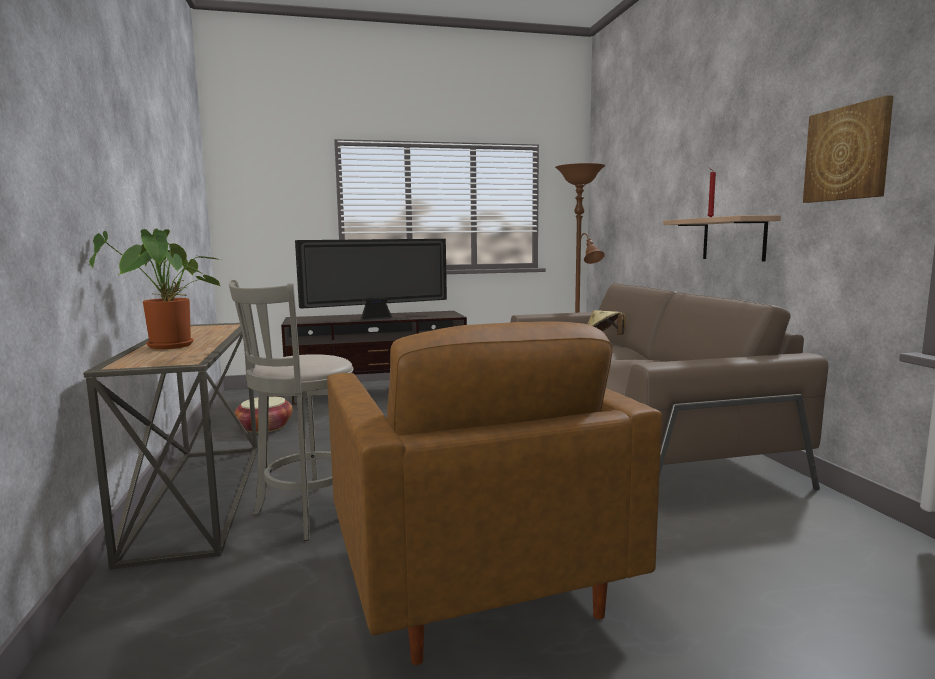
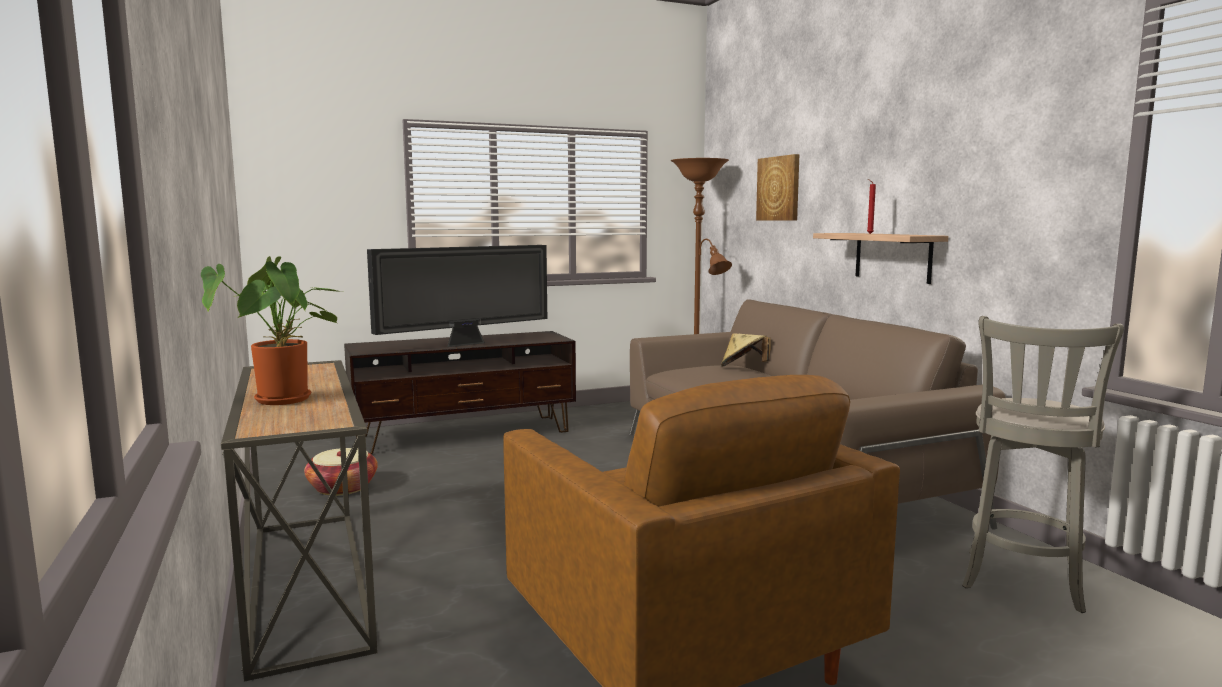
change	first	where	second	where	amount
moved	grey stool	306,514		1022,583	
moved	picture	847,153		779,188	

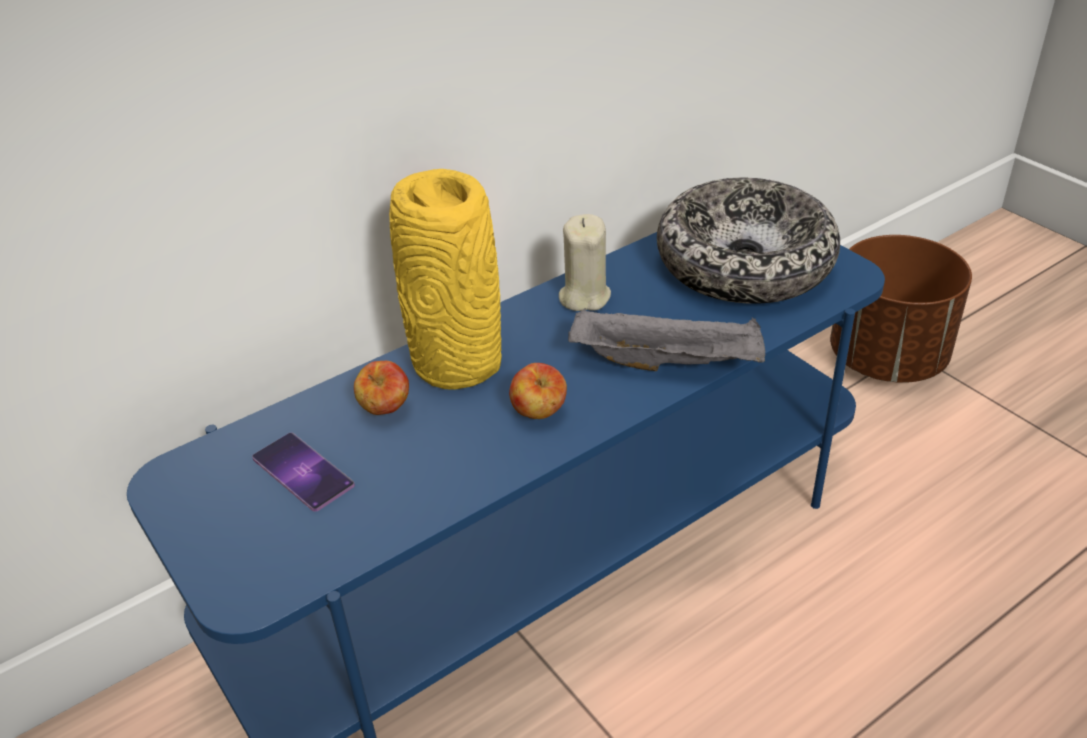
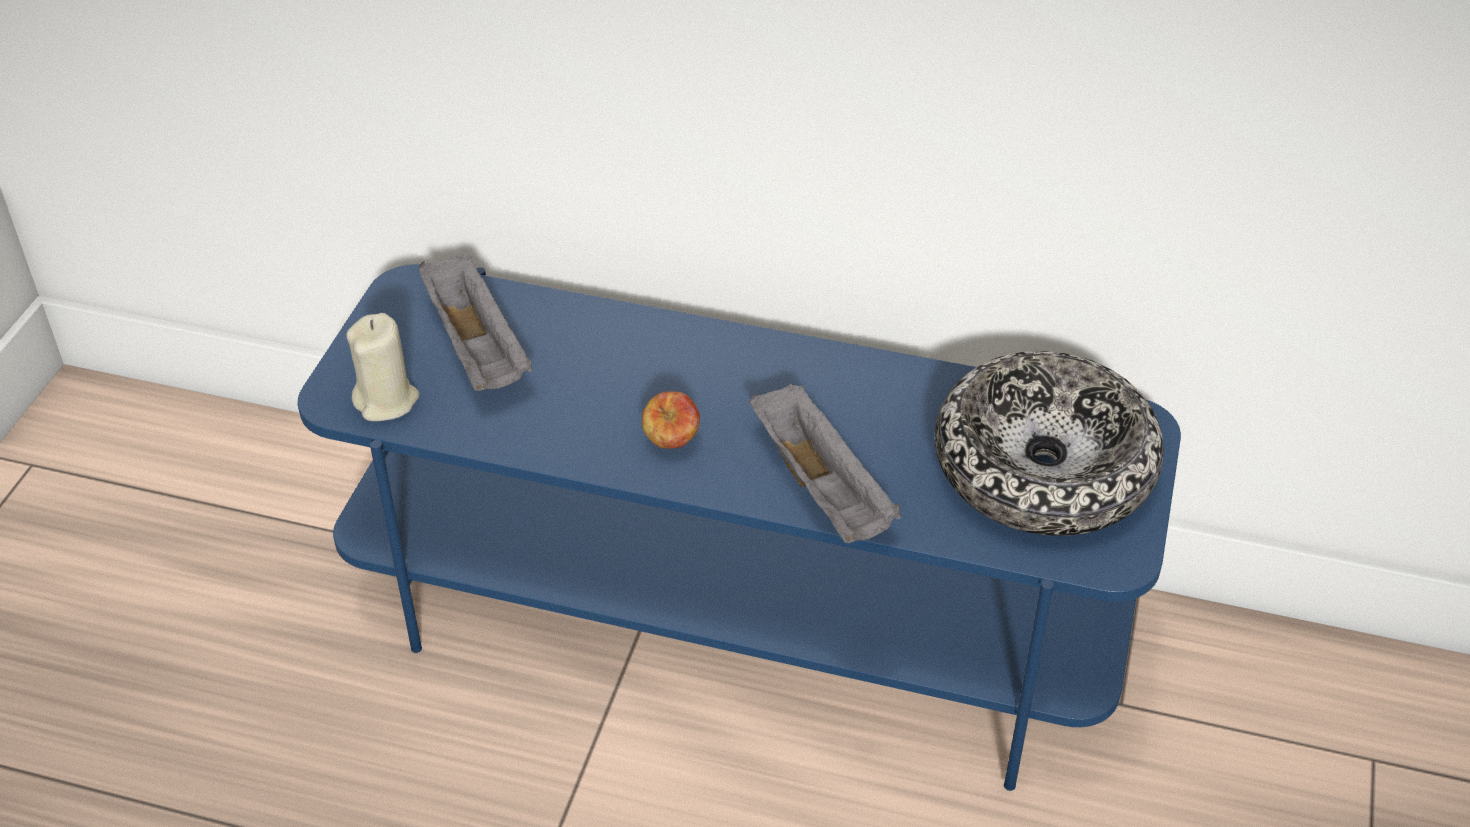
change	first	where	second	where	amount
removed	apple	385,409			
removed	yellow vase	457,365			
removed	brown planter	886,359			
moved	beige candle	584,296		387,400	
replaced	phone	303,472	grey tray	478,349	

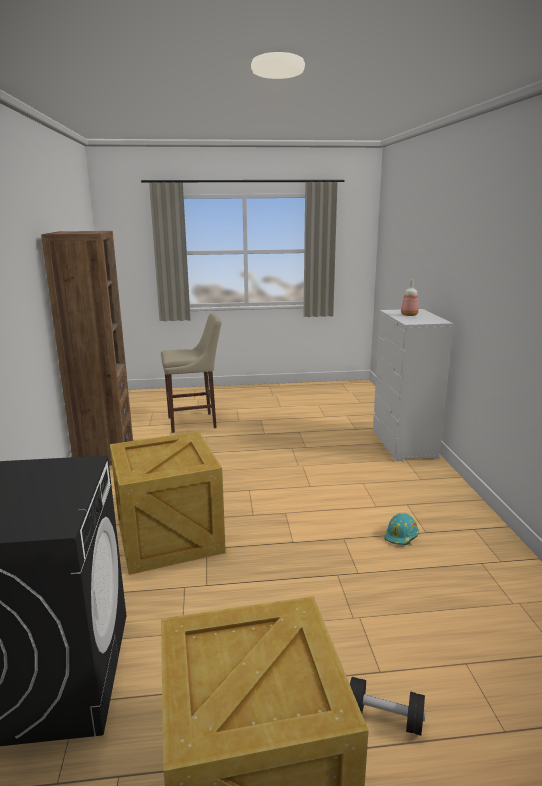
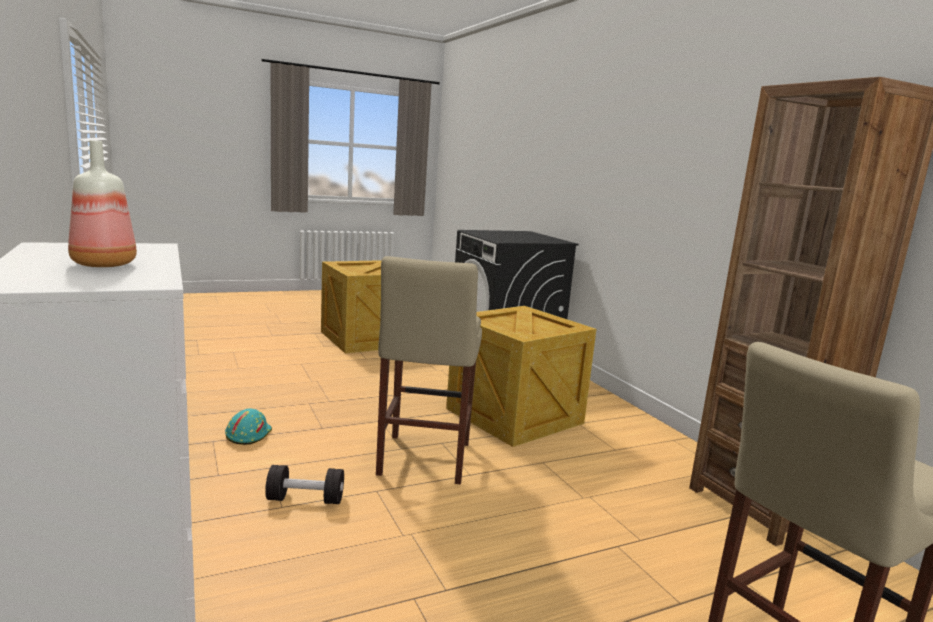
change	first	where	second	where	amount
added			beige stool	422,461	
moved	black dumbbell	384,718		305,499	

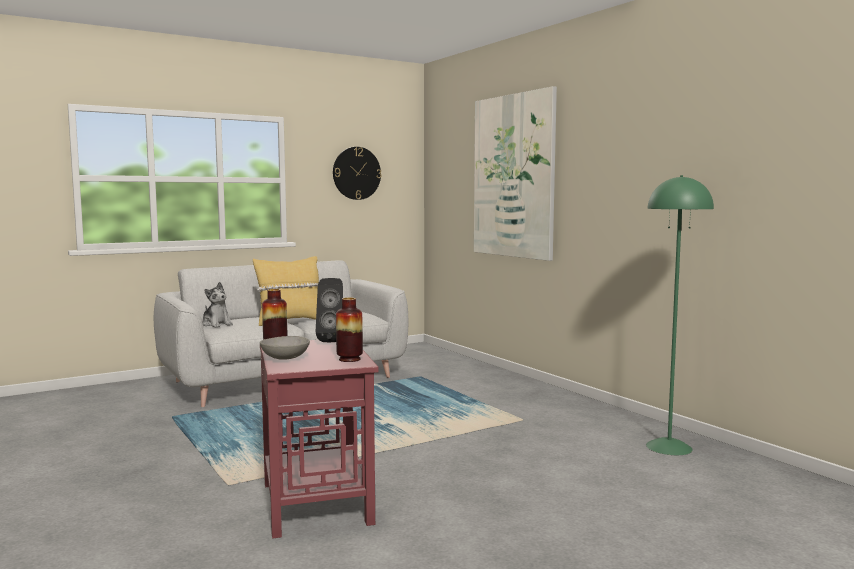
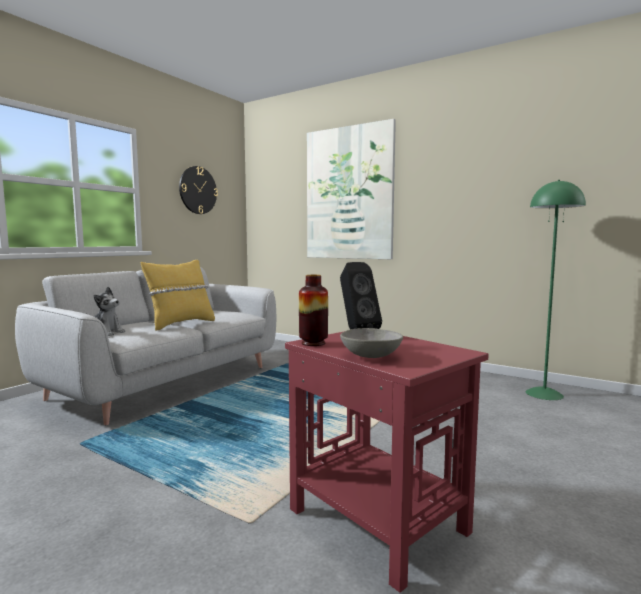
change	first	where	second	where	amount
removed	vase	349,359			

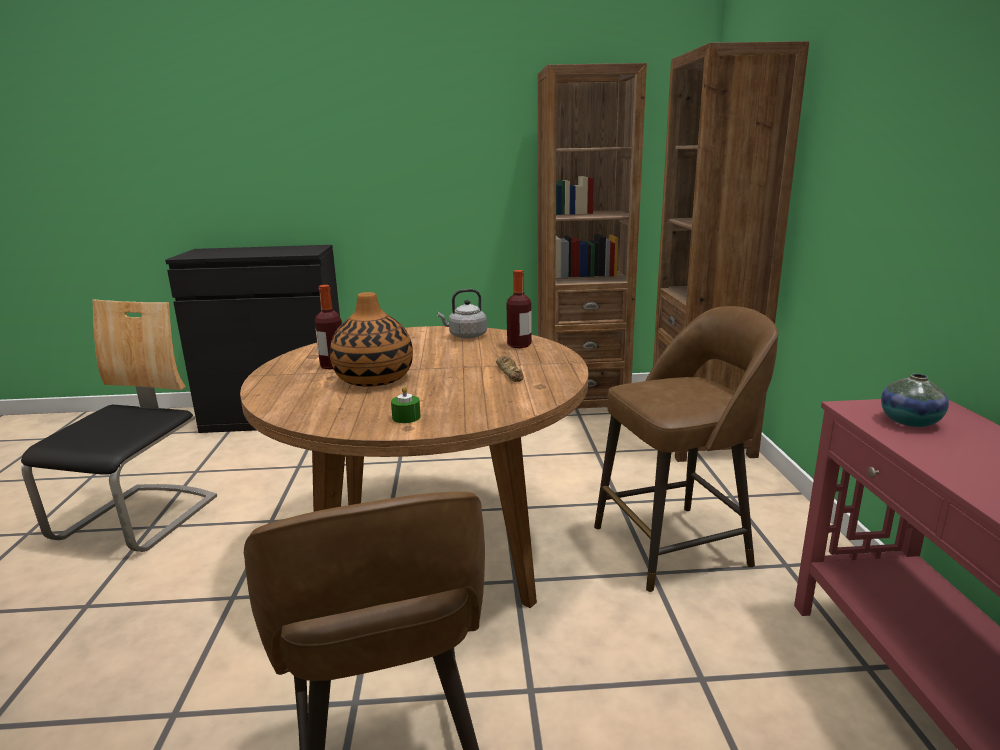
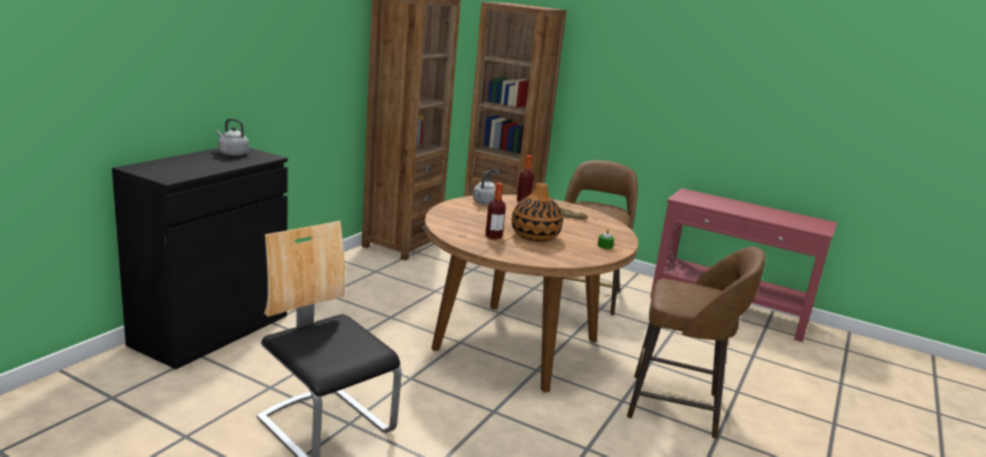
change	first	where	second	where	amount
removed	vase	909,422			
added			grey kettle	232,154	

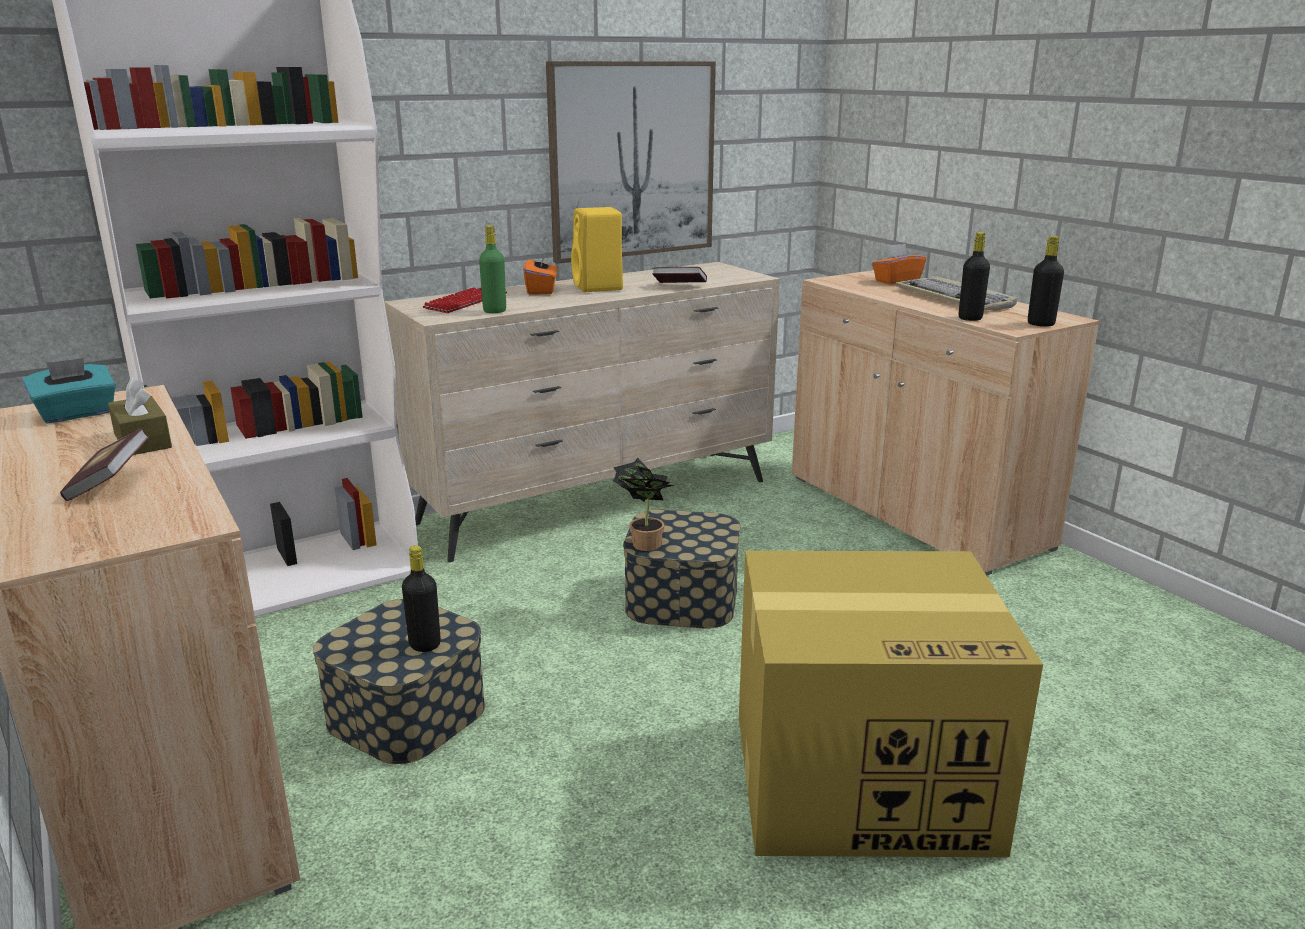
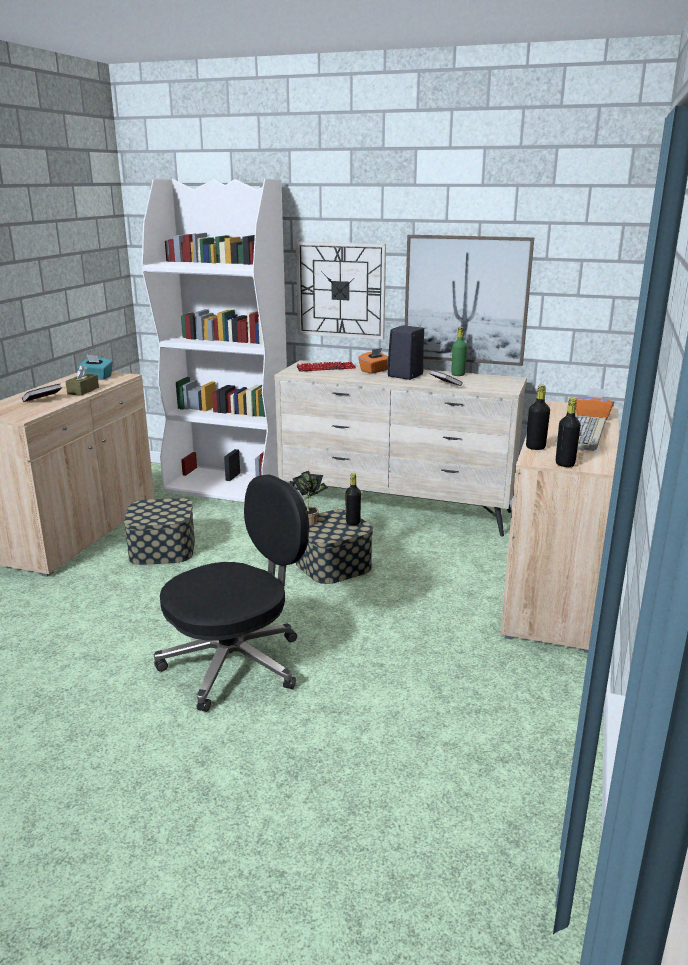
change	first	where	second	where	amount
added			wall clock	340,290	
moved	black bottle	425,644		353,522	
moved	green bottle	494,311		458,375	
replaced	cardboard box	864,779	black office chair	236,663	
recoloured	yellow speaker	599,287	black speaker	405,376	

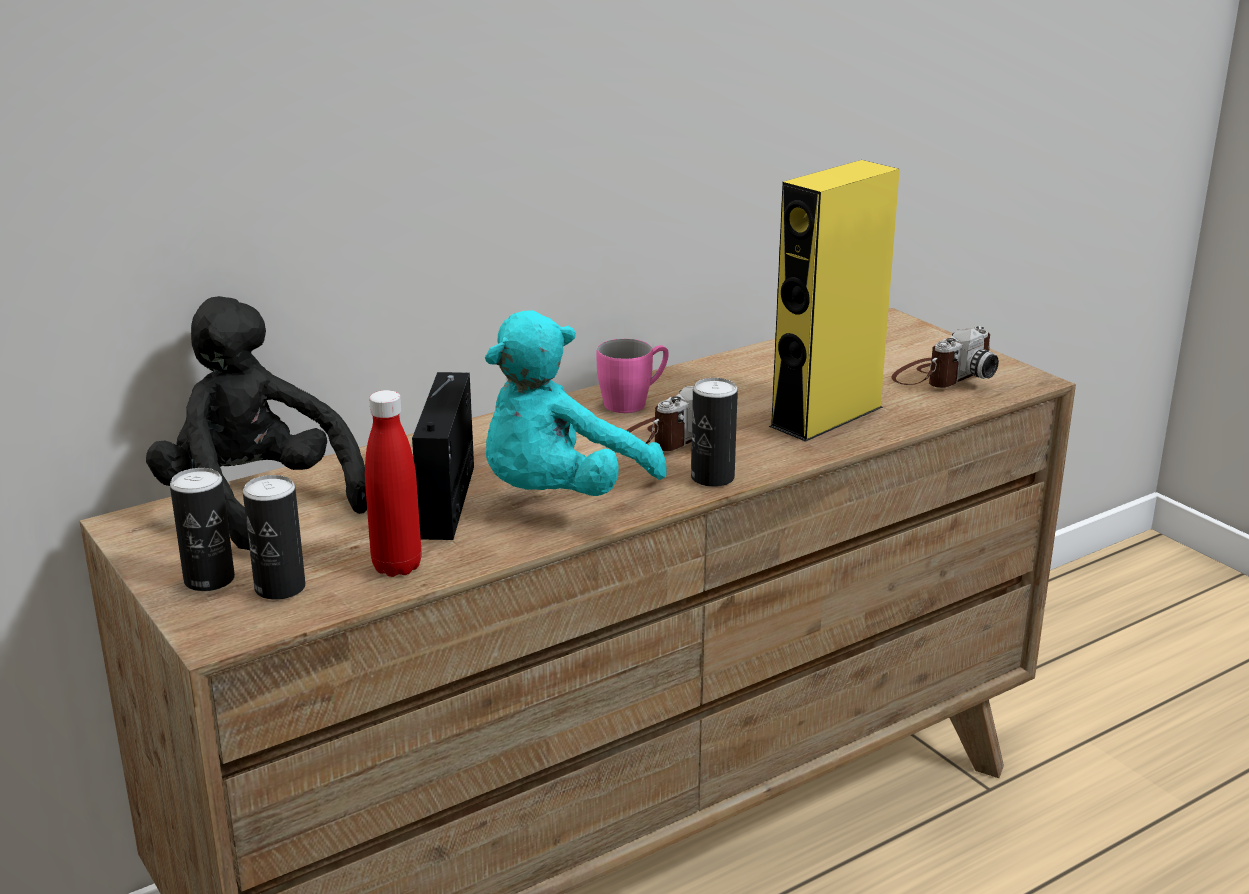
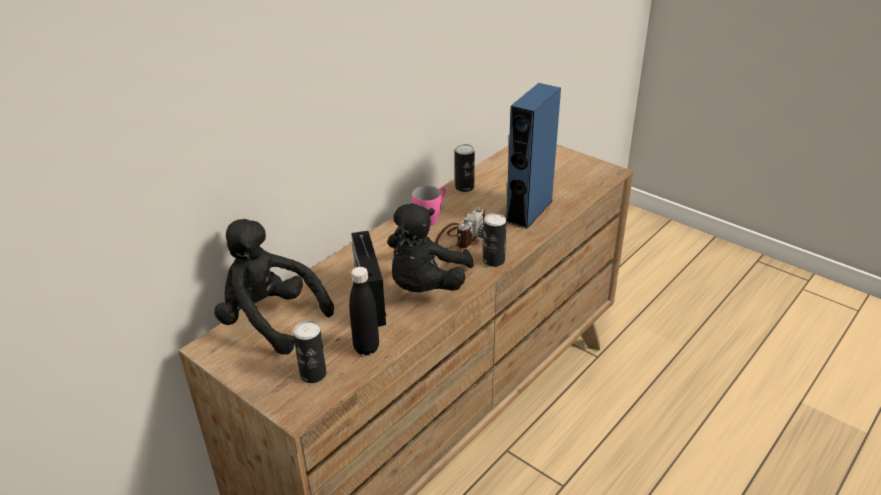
change	first	where	second	where	amount
removed	photo camera	941,376			
moved	can	209,580		464,187	
recoloured	red bottle	397,566	black bottle	366,348	
recoloured	turquoise plush toy	560,496	black plush toy	425,286	
recoloured	yellow speaker	826,416	blue speaker	529,211	

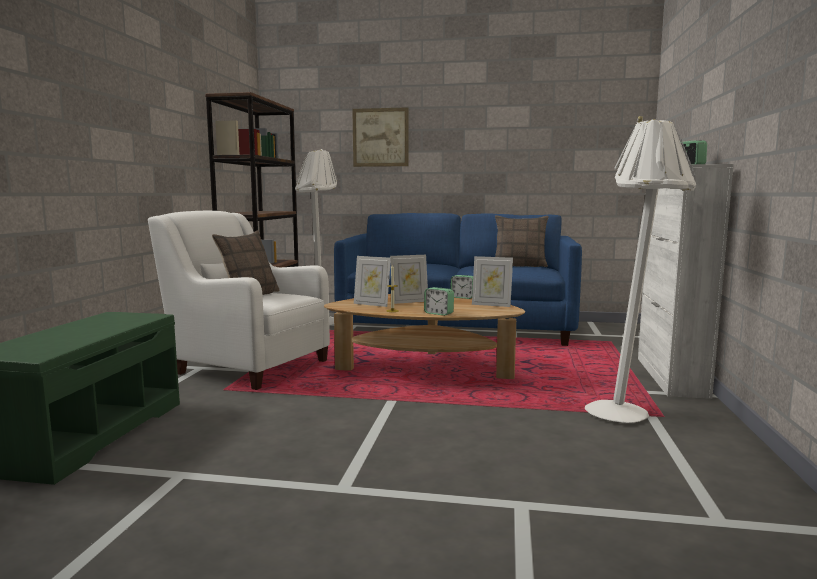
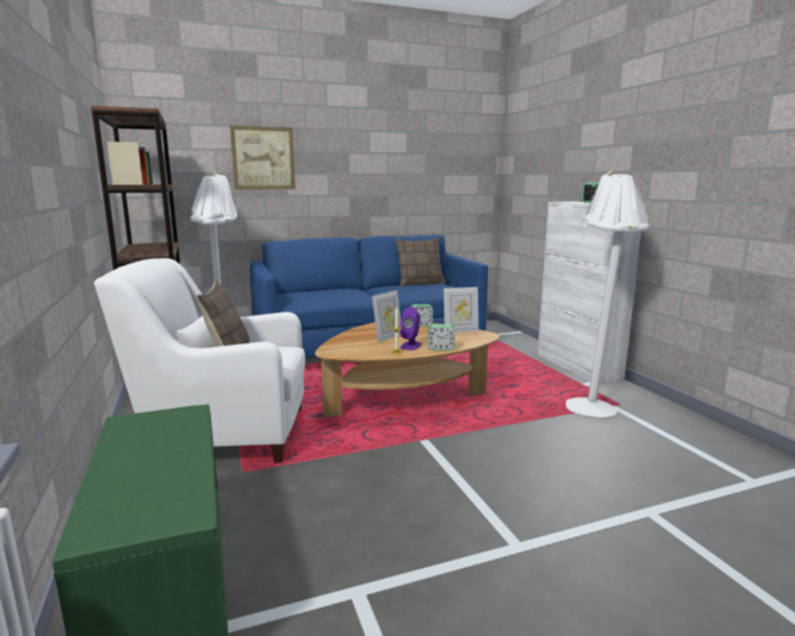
change	first	where	second	where	amount
removed	picture frame	372,304			
added			purple speaker	410,346	

